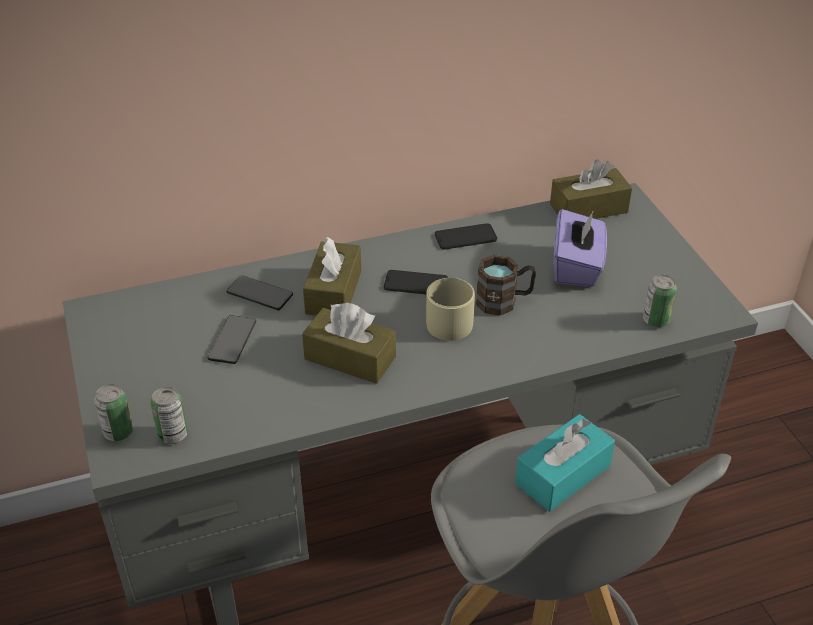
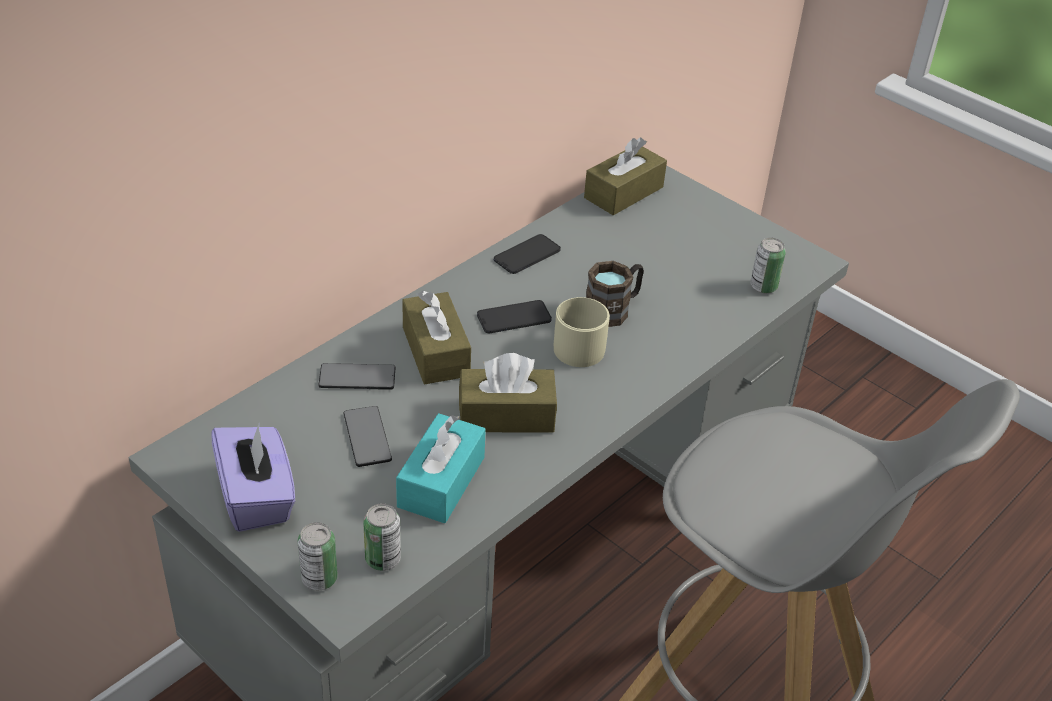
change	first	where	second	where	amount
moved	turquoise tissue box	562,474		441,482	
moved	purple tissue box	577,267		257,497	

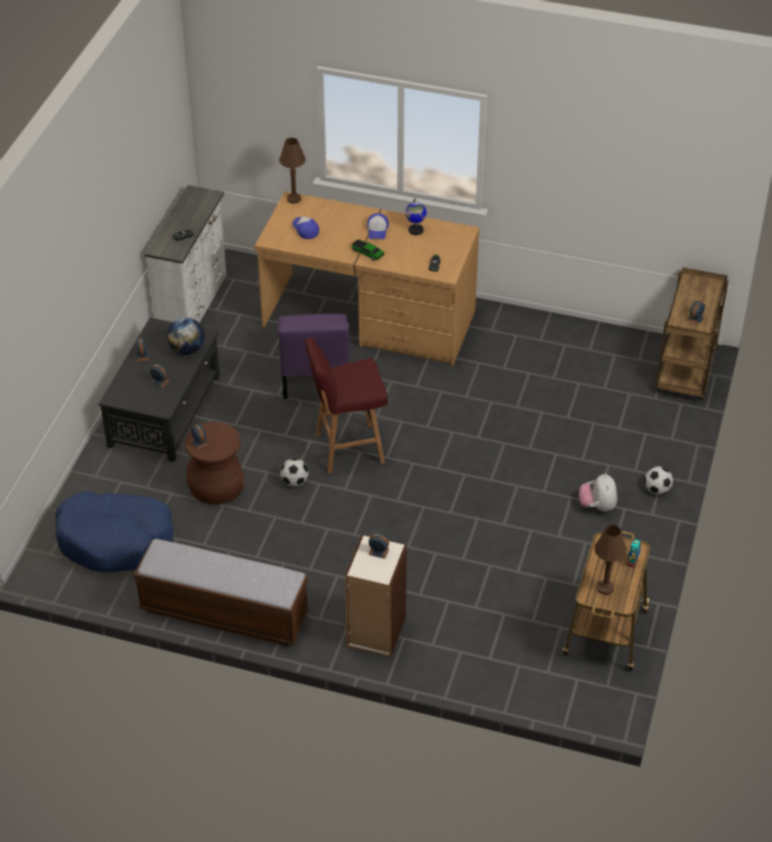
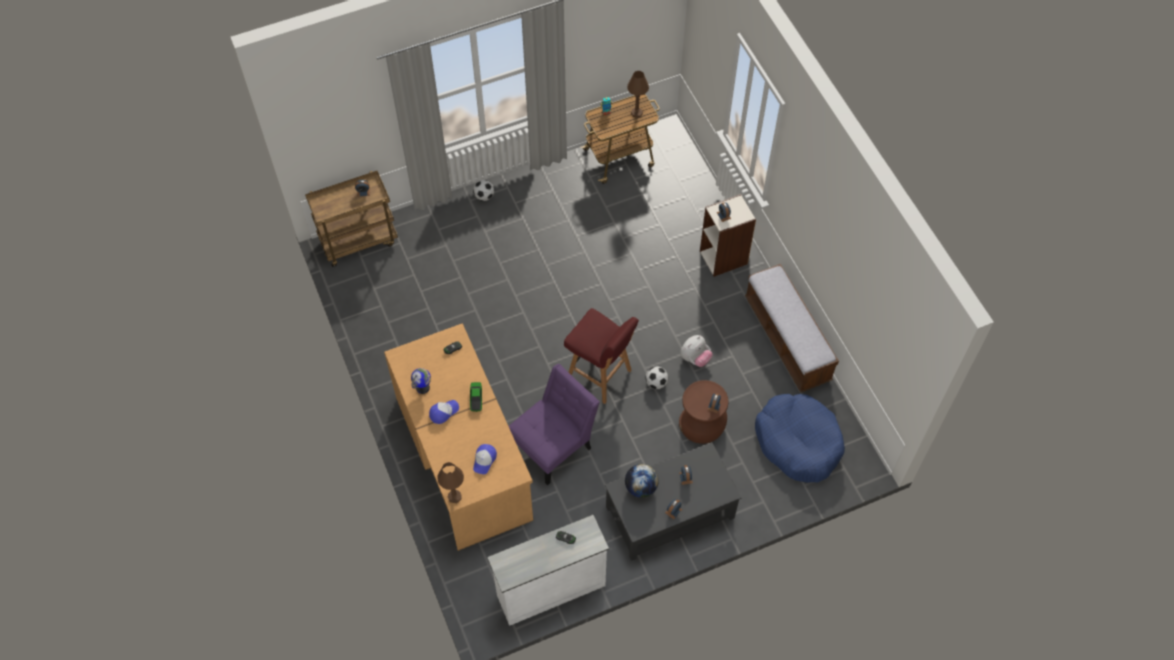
change	first	where	second	where	amount
moved	plush toy	597,506		695,358	

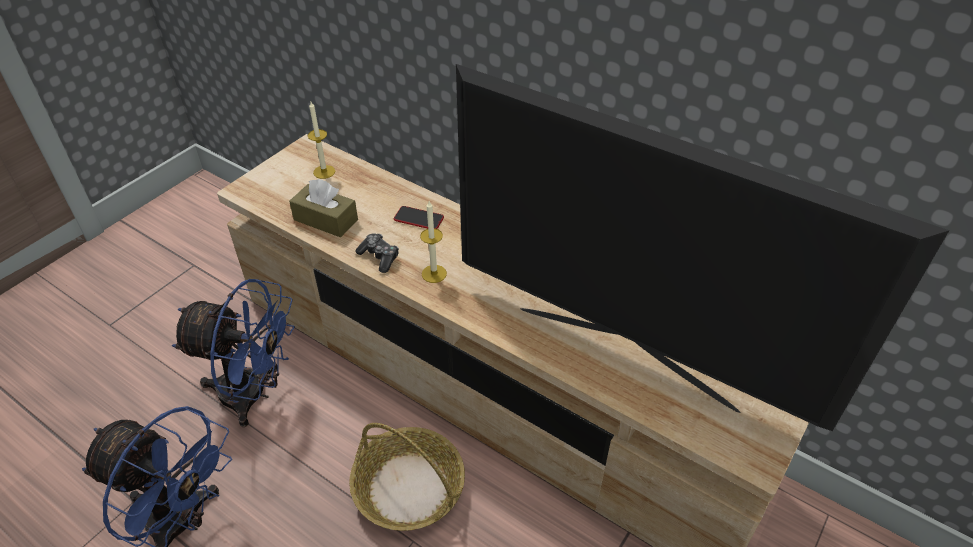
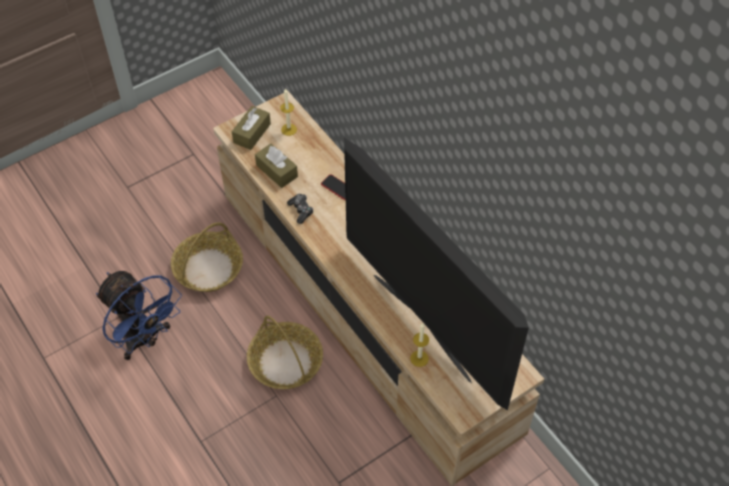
change	first	where	second	where	amount
added			brown tissue box	252,133	
moved	candle	434,274		419,358	
replaced	blue fan	254,394	basket	208,268	

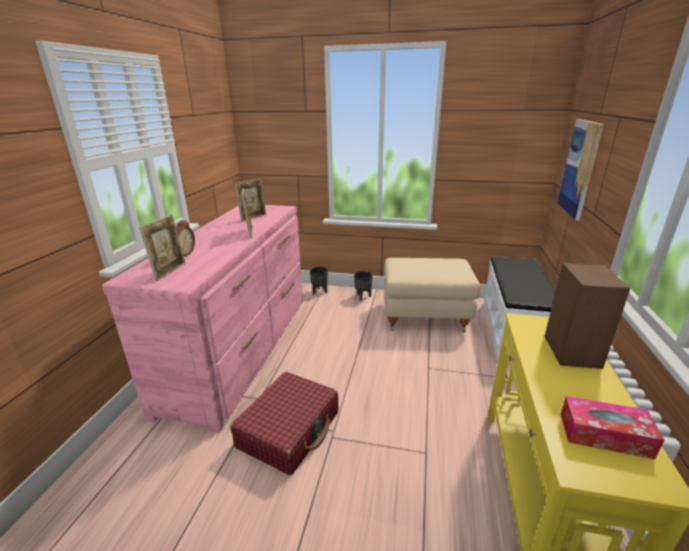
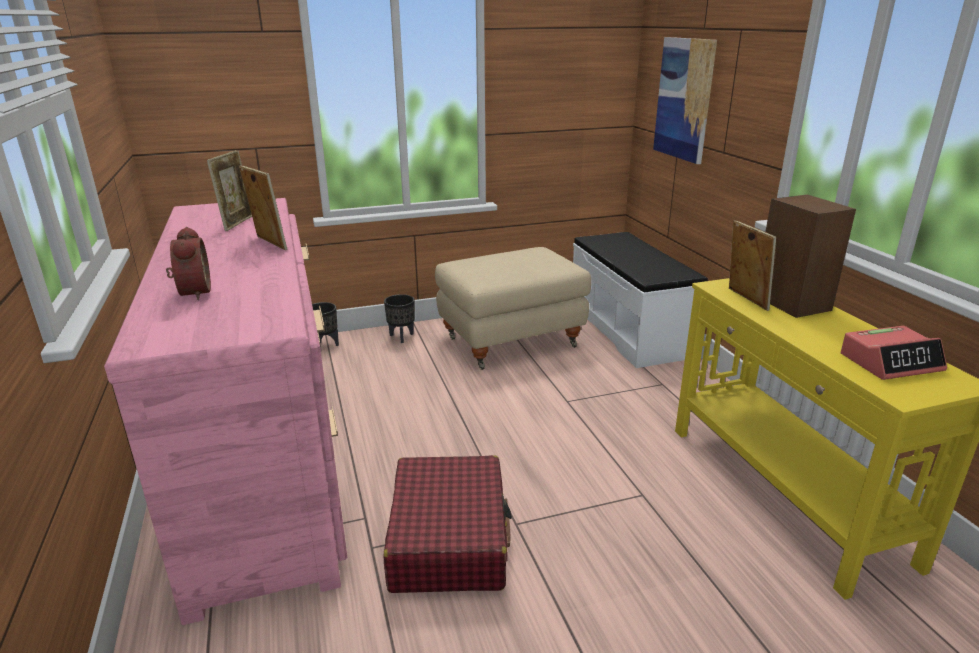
change	first	where	second	where	amount
moved	picture frame	170,271		745,299	
replaced	tissue box	604,435	alarm clock	891,362	

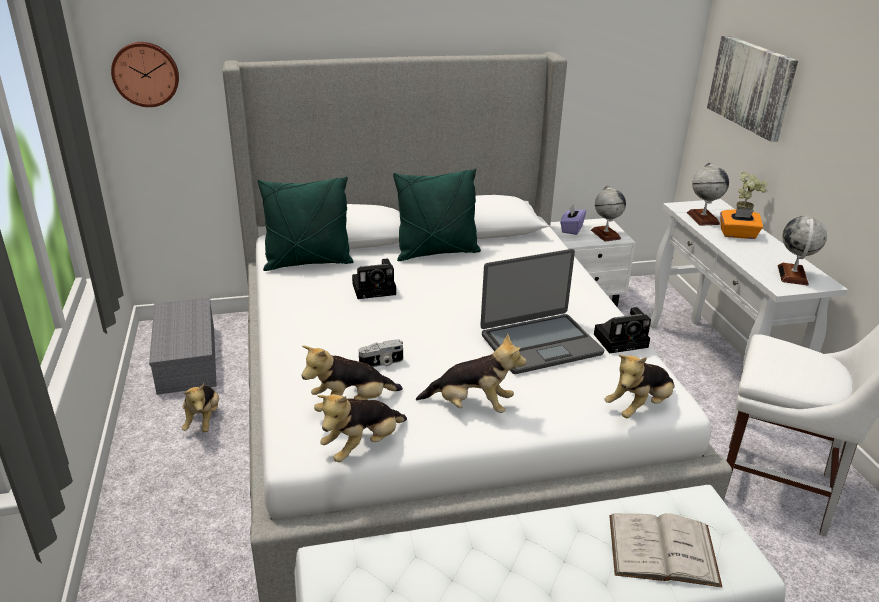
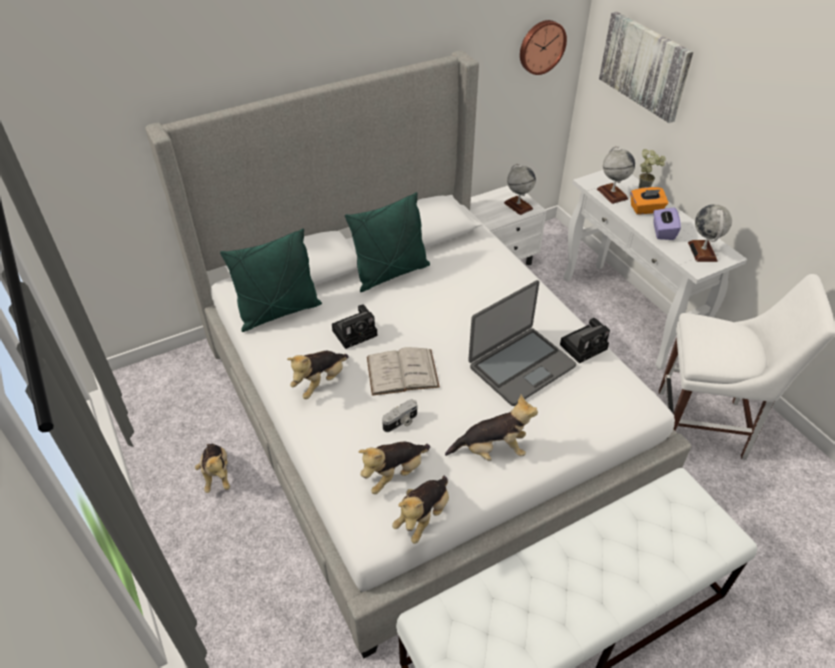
change	first	where	second	where	amount
removed	grey storage box	188,359			
moved	wall clock	146,74		541,46	
moved	purple tissue box	571,229		663,231	
moved	plush toy	639,407		320,382	
moved	white book	662,549		402,372	

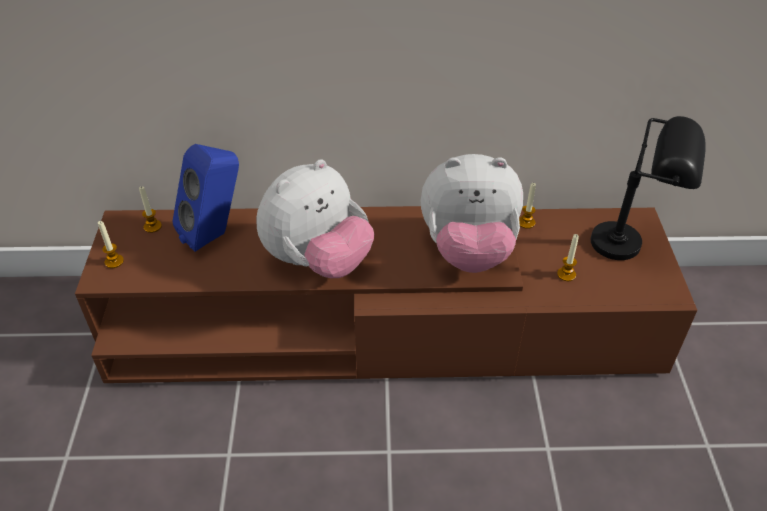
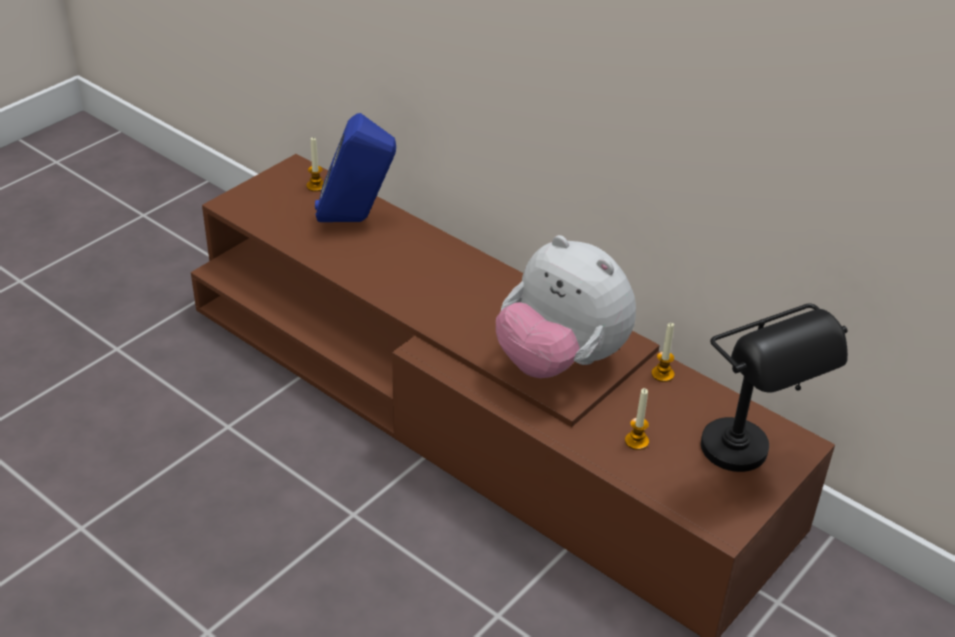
change	first	where	second	where	amount
removed	candle	114,261			
removed	plush toy	318,261			

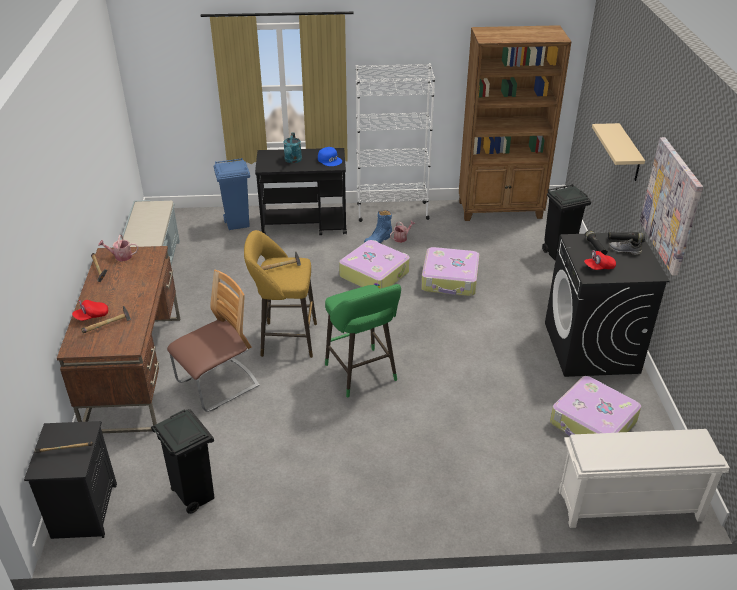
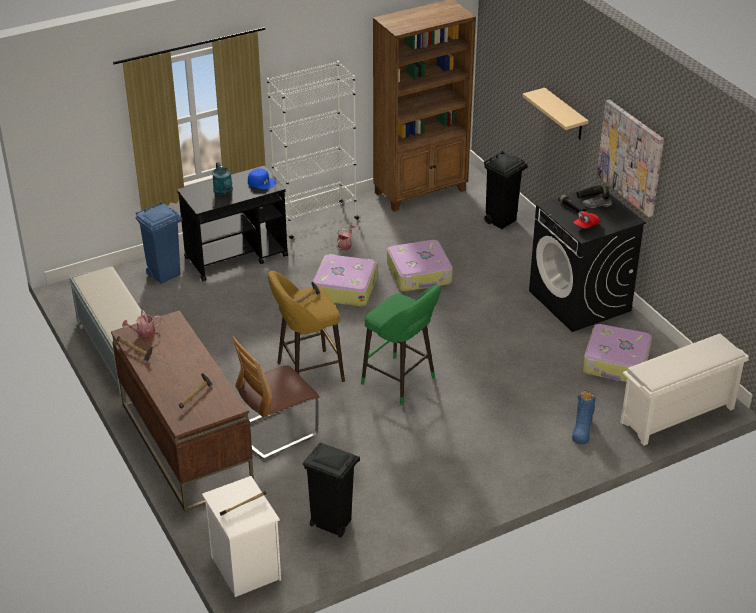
change	first	where	second	where	amount
removed	red cap	91,316			
moved	blue boot	378,240		582,429	
recoloured	black nightstand	84,510	white nightstand	244,567	
turned	chair	218,385		276,431	150 degrees counterclockwise

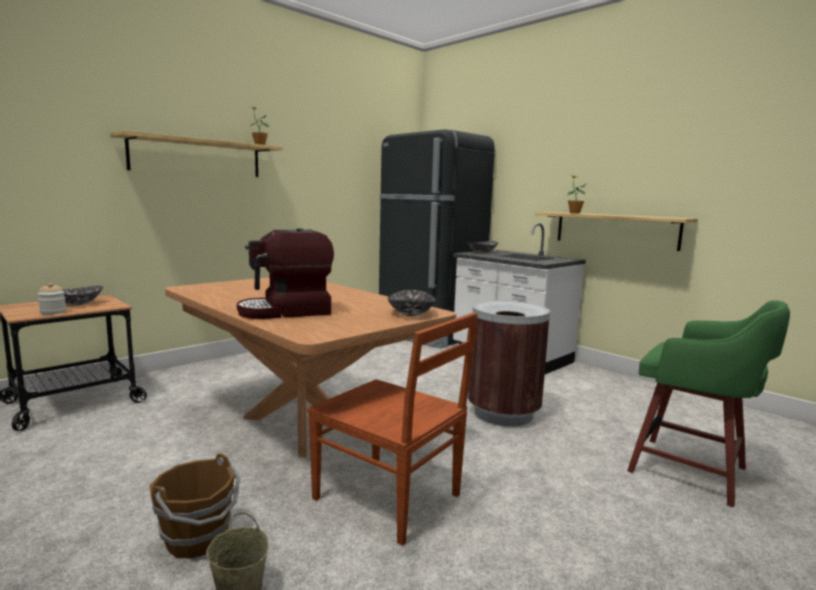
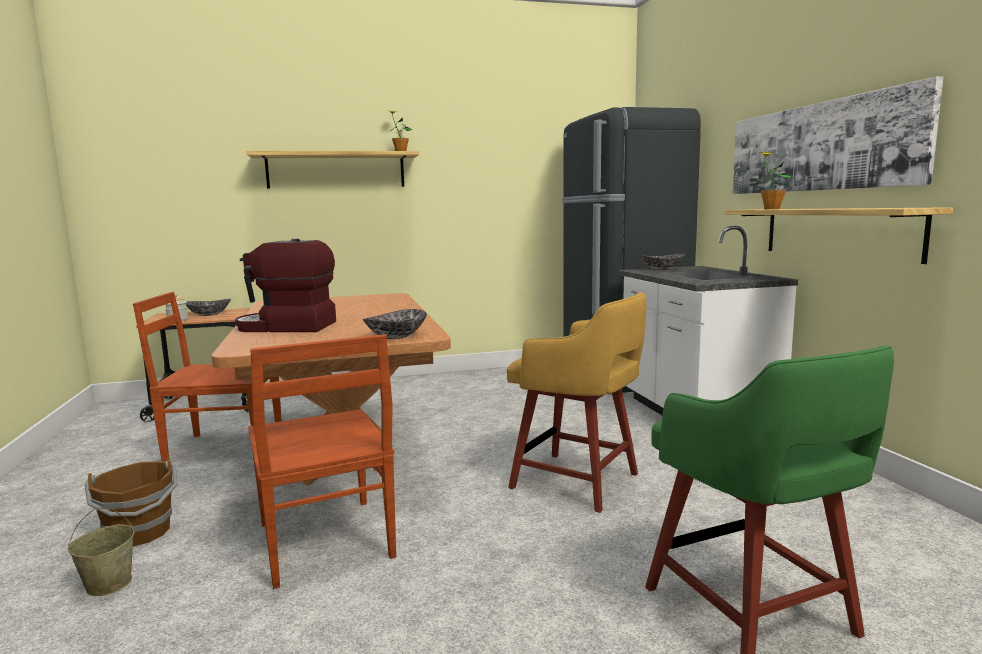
change	first	where	second	where	amount
added			brown chair	222,447	
added			picture	819,147	
replaced	brown trash can	503,413	yellow stool	578,482	

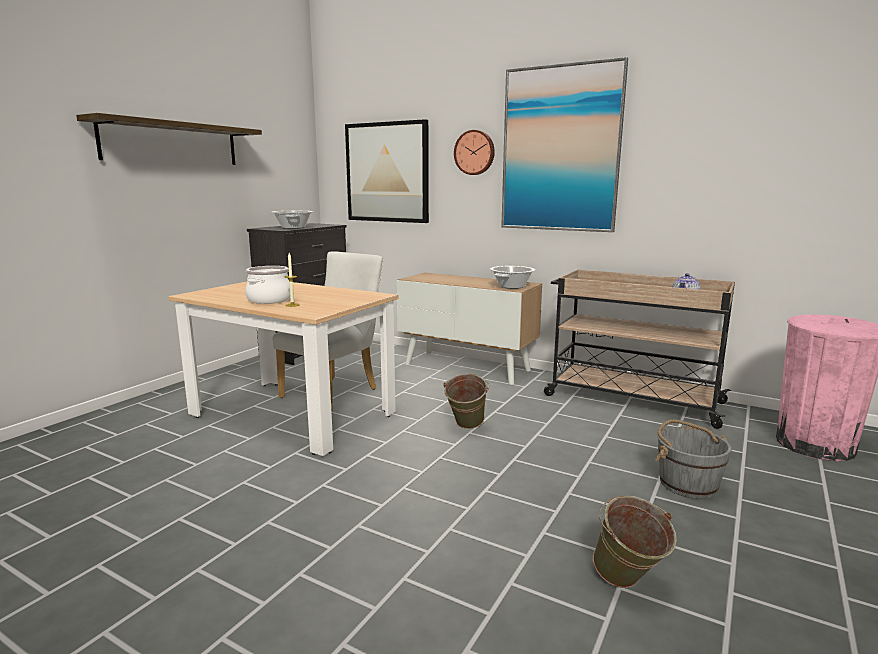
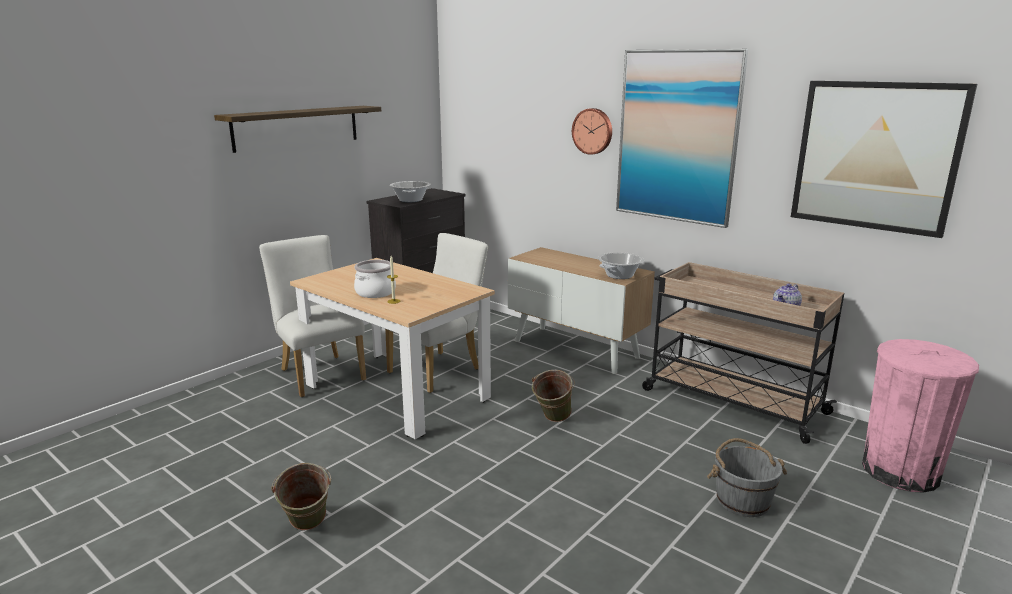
change	first	where	second	where	amount
added			white chair	319,373	
moved	picture	387,172		875,156	
moved	green bucket	627,585		307,528	

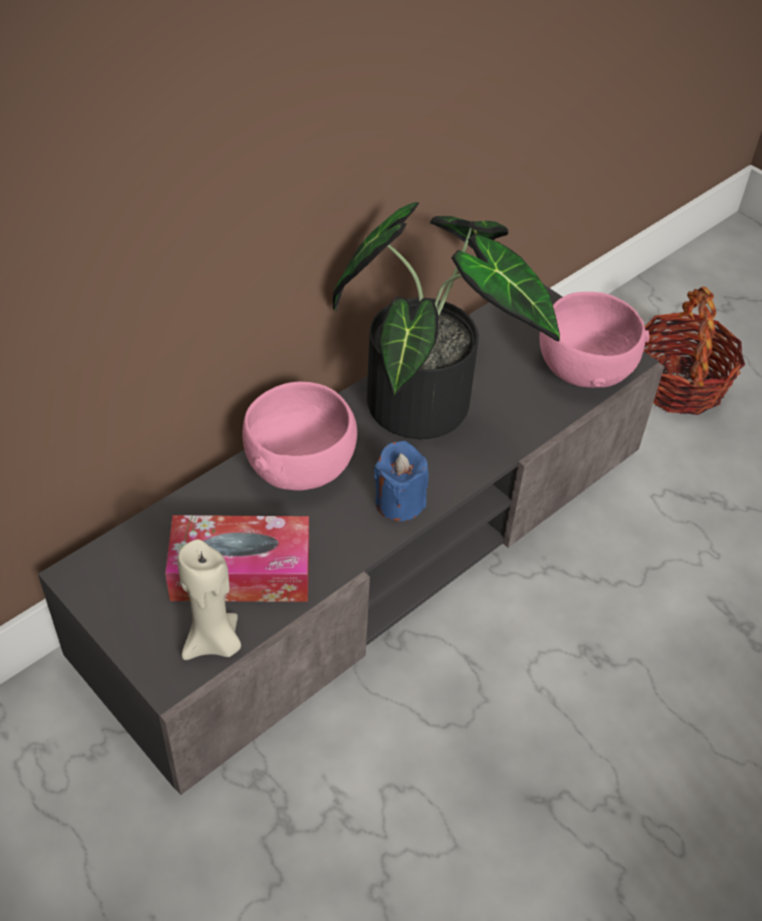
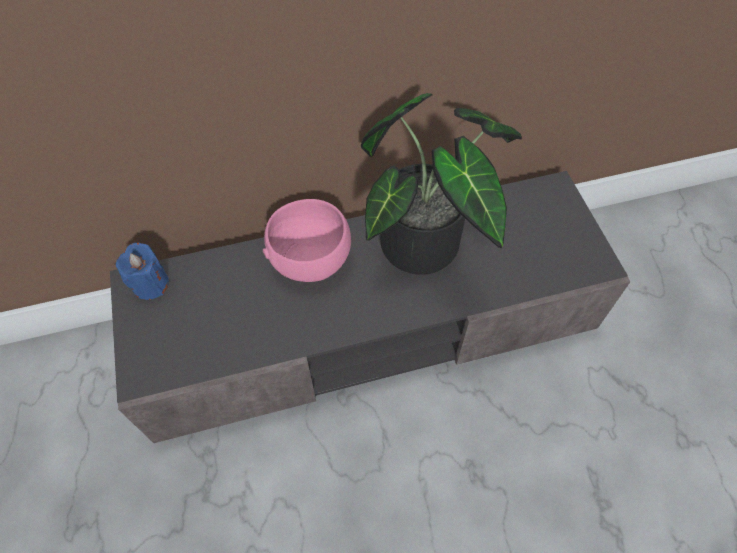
change	first	where	second	where	amount
removed	tissue box	241,572			
removed	beige candle	214,642			
removed	pink bowl	583,370			
removed	basket	678,384			
moved	blue candle	399,502		150,284	

